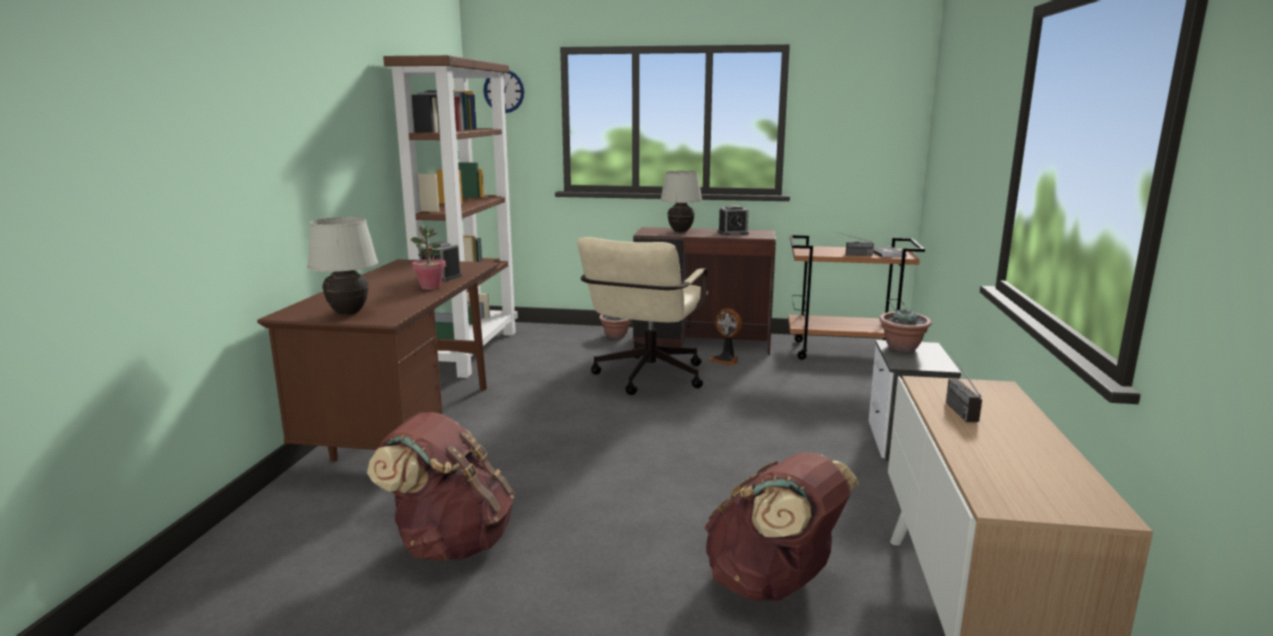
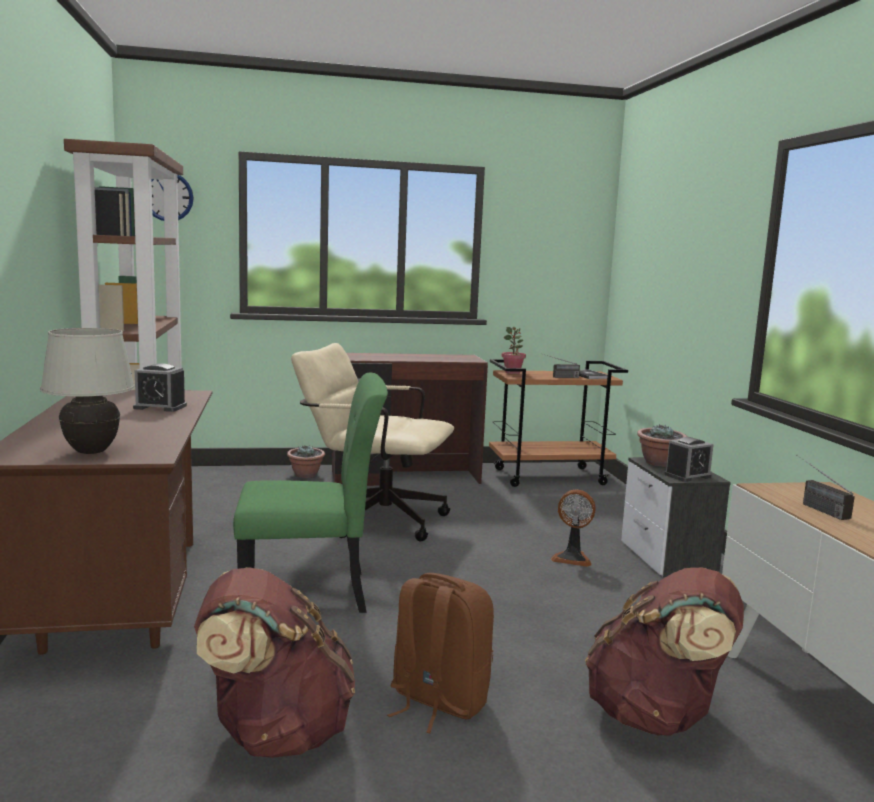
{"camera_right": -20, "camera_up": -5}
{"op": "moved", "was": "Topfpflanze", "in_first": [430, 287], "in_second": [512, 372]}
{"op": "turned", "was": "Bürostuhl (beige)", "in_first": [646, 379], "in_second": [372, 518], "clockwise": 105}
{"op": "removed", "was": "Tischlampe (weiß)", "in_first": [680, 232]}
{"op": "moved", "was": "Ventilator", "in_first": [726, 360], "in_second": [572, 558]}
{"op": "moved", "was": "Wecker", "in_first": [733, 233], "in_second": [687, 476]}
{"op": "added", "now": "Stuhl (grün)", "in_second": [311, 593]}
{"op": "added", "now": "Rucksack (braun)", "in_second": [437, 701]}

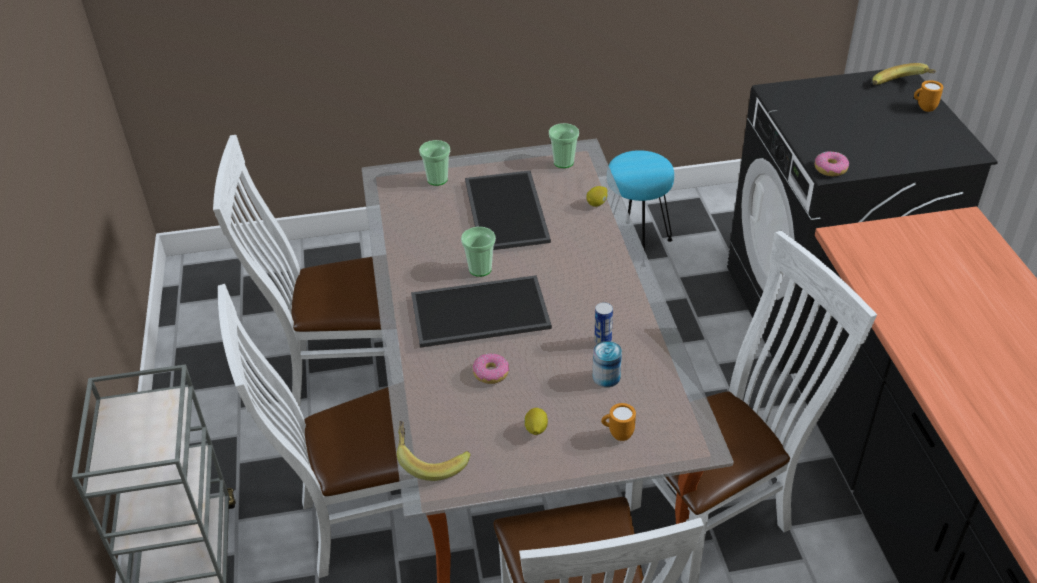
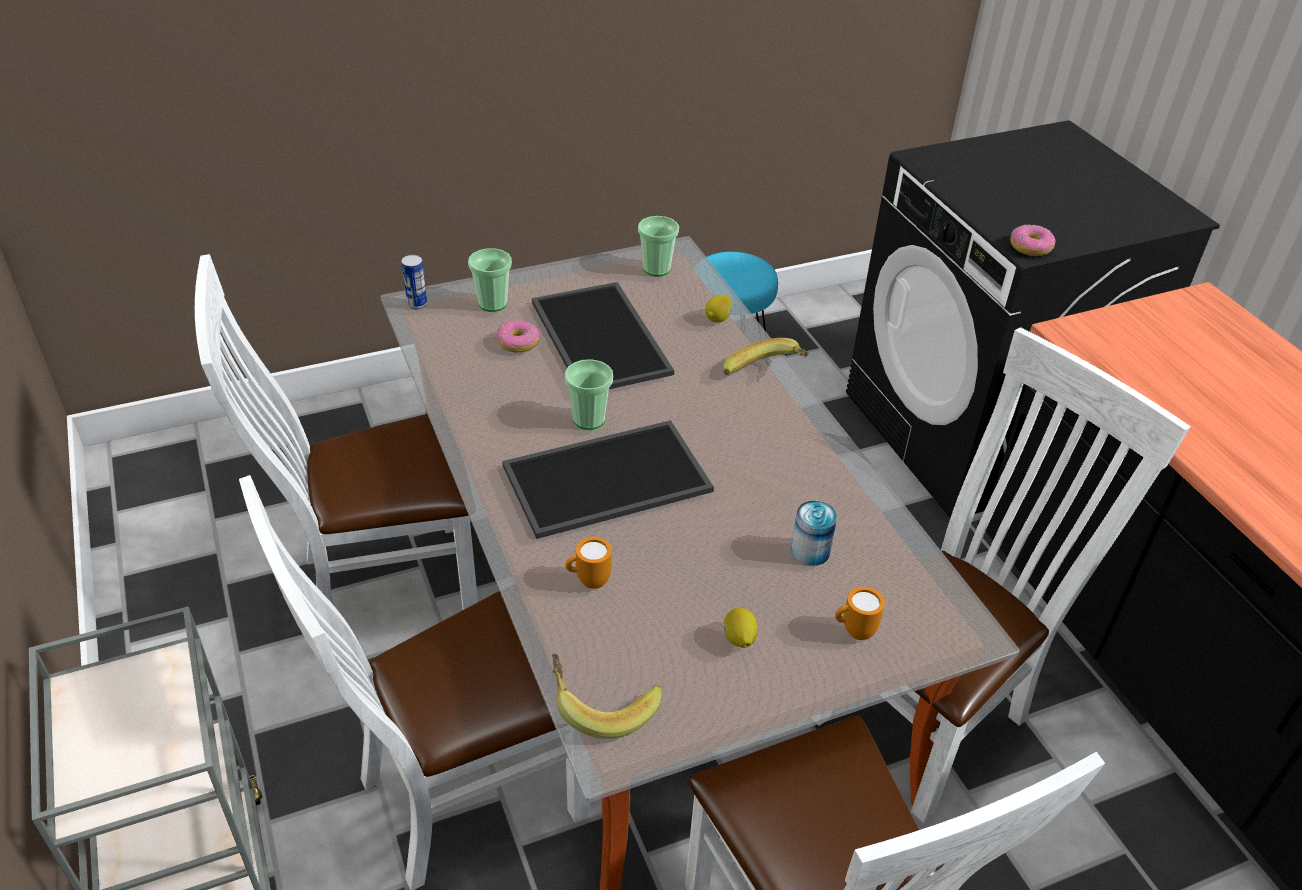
{"camera_right": -15, "camera_up": 0}
{"op": "moved", "was": "Donut", "in_first": [491, 373], "in_second": [518, 343]}
{"op": "moved", "was": "Dose", "in_first": [602, 341], "in_second": [417, 304]}
{"op": "moved", "was": "Banane", "in_first": [902, 87], "in_second": [765, 375]}
{"op": "moved", "was": "Henkelbecher (orange)", "in_first": [923, 108], "in_second": [588, 581]}

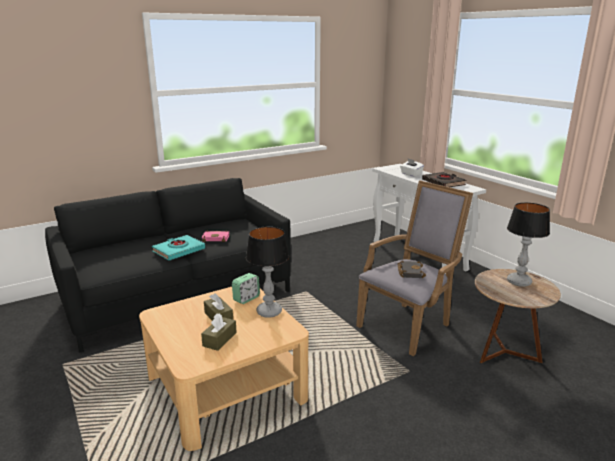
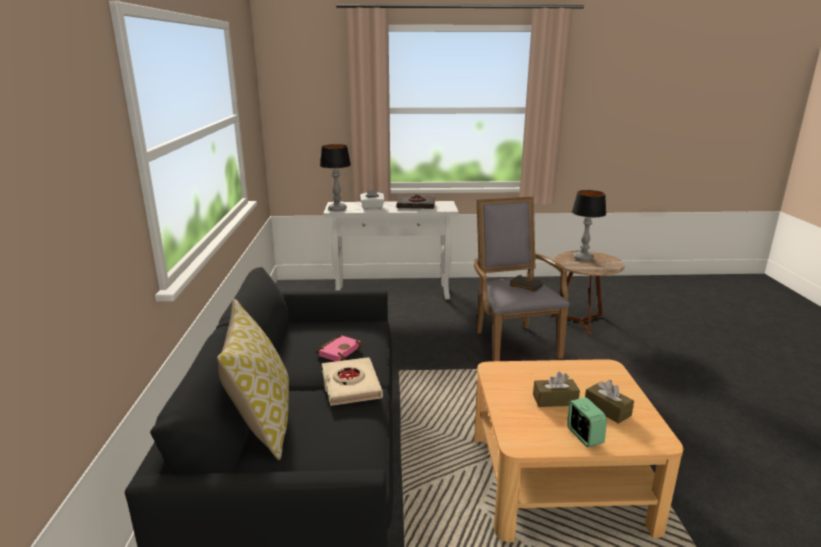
{"camera_right": -60, "camera_up": 0}
{"op": "recoloured", "was": "Buch (türkis)", "now": "Buch (beige)", "in_first": [178, 251], "in_second": [350, 385]}
{"op": "moved", "was": "Wecker", "in_first": [246, 299], "in_second": [584, 436]}
{"op": "moved", "was": "Tischlampe", "in_first": [269, 312], "in_second": [338, 209]}
{"op": "added", "now": "Kissen", "in_second": [262, 423]}

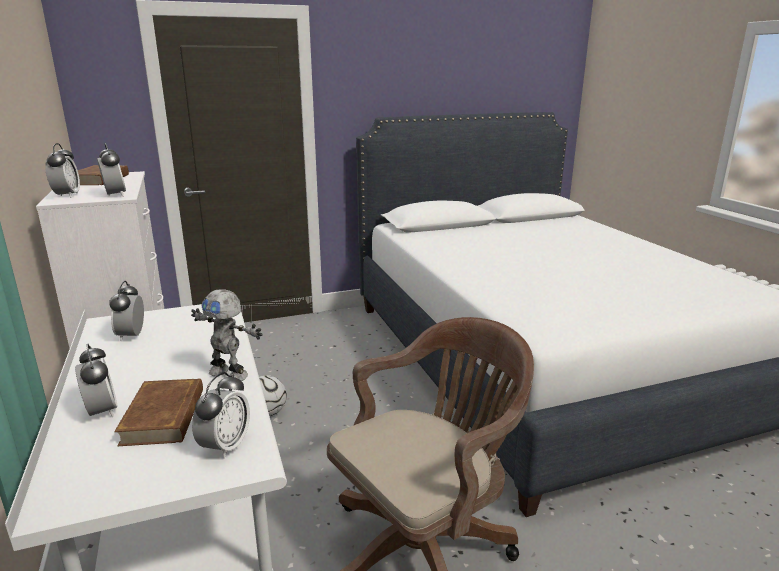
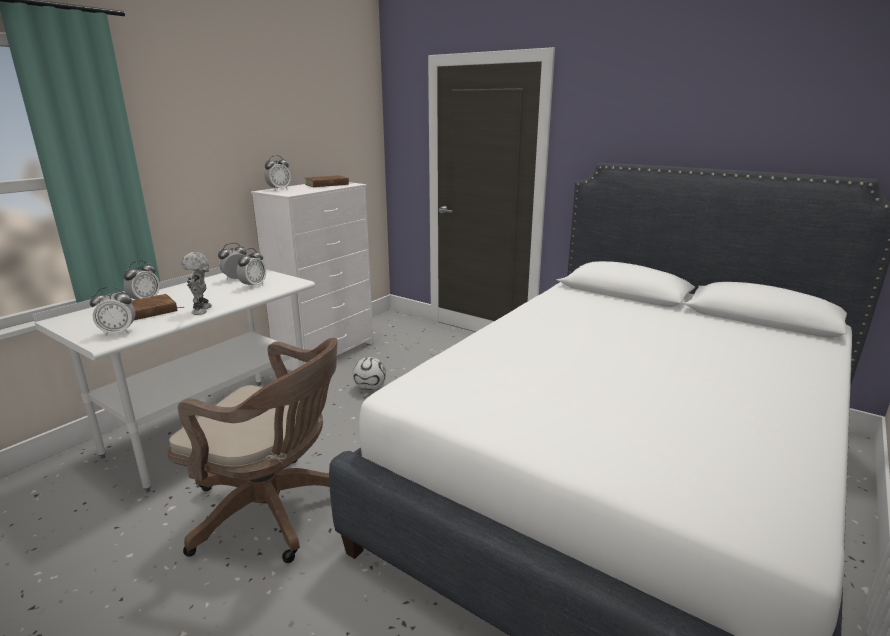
{"camera_right": 55, "camera_up": 0}
{"op": "moved", "was": "Wecker", "in_first": [115, 195], "in_second": [253, 285]}

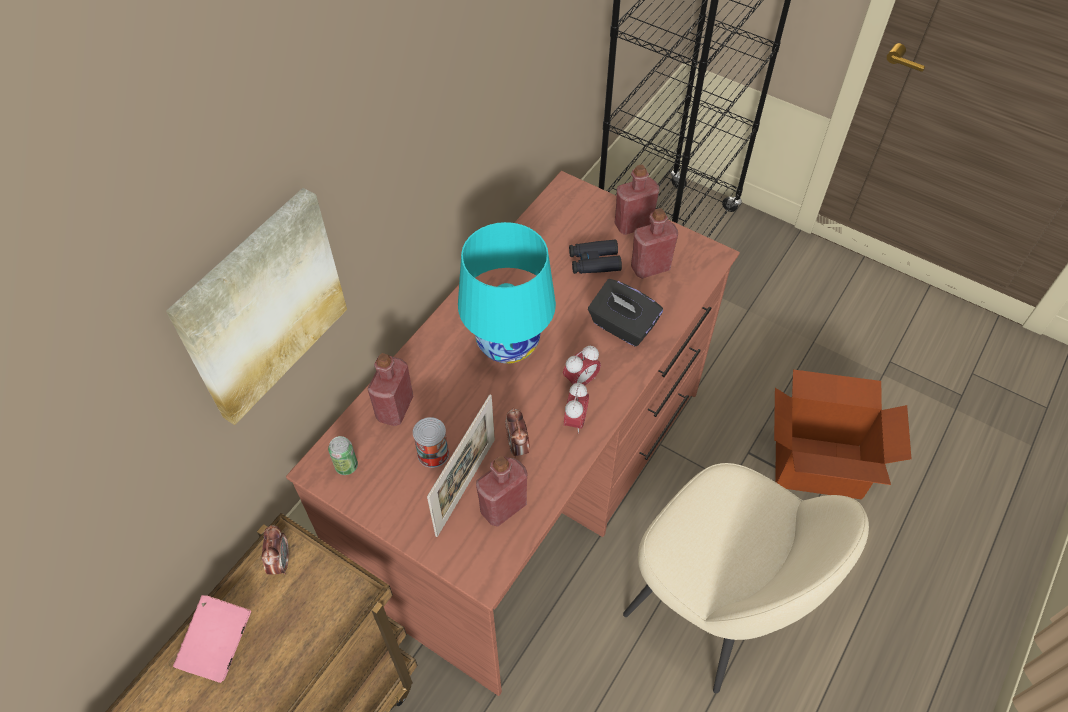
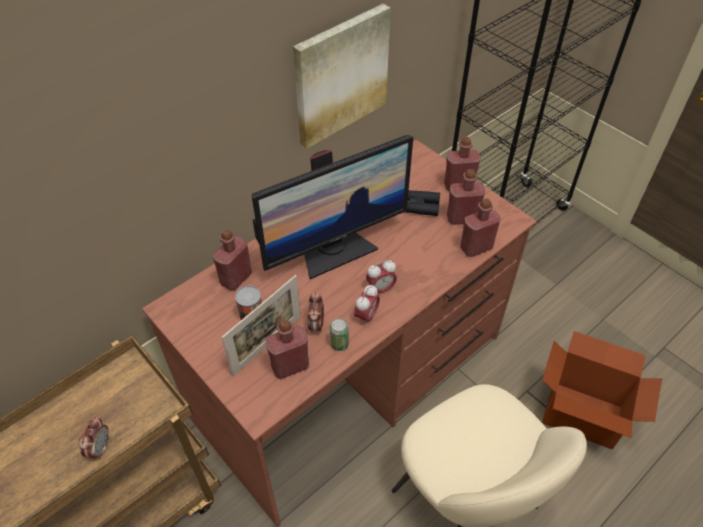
{"camera_right": 15, "camera_up": -5}
{"op": "moved", "was": "Bild", "in_first": [261, 306], "in_second": [340, 75]}
{"op": "removed", "was": "Buch (rosa)", "in_first": [218, 644]}
{"op": "moved", "was": "Wecker", "in_first": [280, 562], "in_second": [100, 448]}
{"op": "moved", "was": "Dose", "in_first": [346, 466], "in_second": [339, 344]}
{"op": "replaced", "was": "Tischlampe (türkis)", "now": "Monitor", "in_first": [508, 344], "in_second": [334, 251]}
{"op": "removed", "was": "Taschentuchbox (schwarz)", "in_first": [622, 326]}
{"op": "added", "now": "Flasche (rot)", "in_second": [476, 247]}

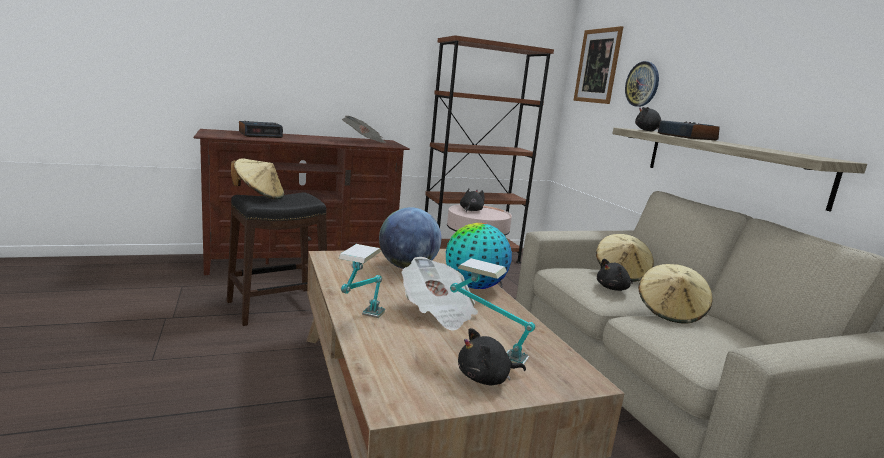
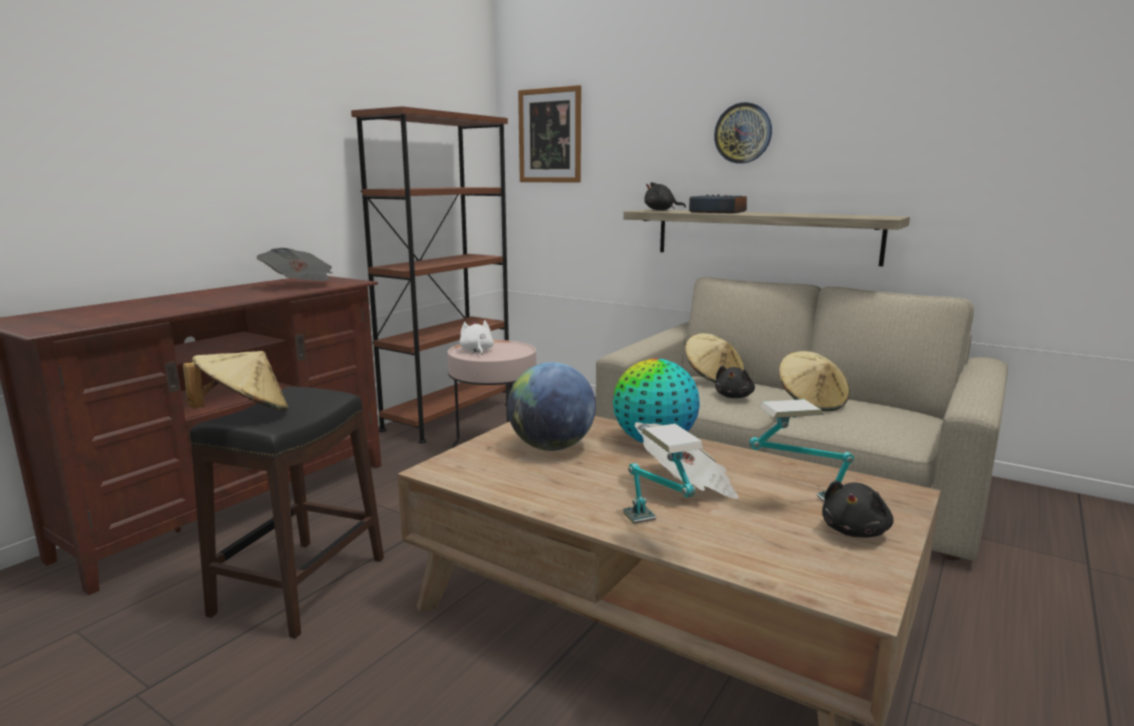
{"camera_right": -35, "camera_up": 0}
{"op": "removed", "was": "Wecker", "in_first": [261, 135]}
{"op": "recoloured", "was": "Plüschtier (schwarz)", "now": "Plüschtier (weiß)", "in_first": [470, 210], "in_second": [476, 351]}
{"op": "moved", "was": "Wanduhr", "in_first": [642, 84], "in_second": [743, 133]}

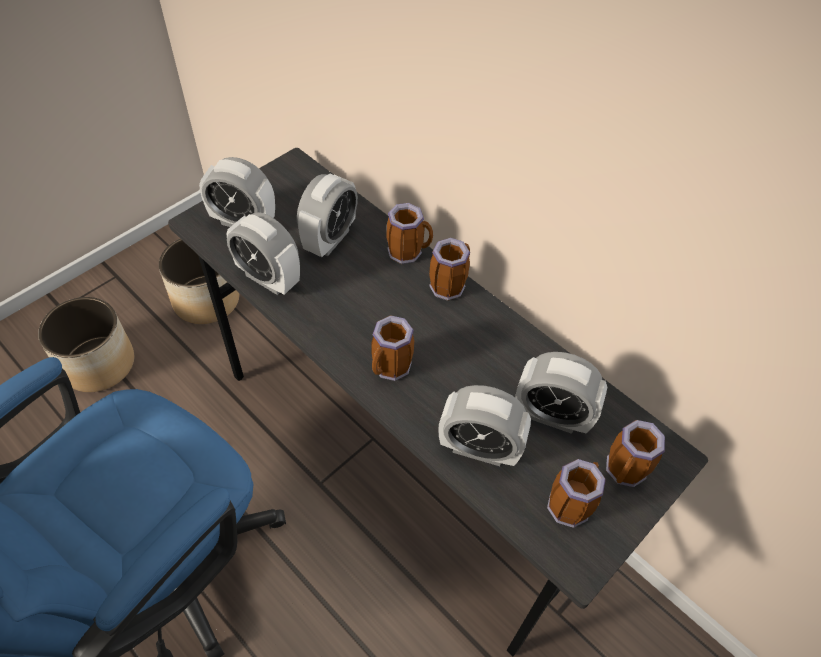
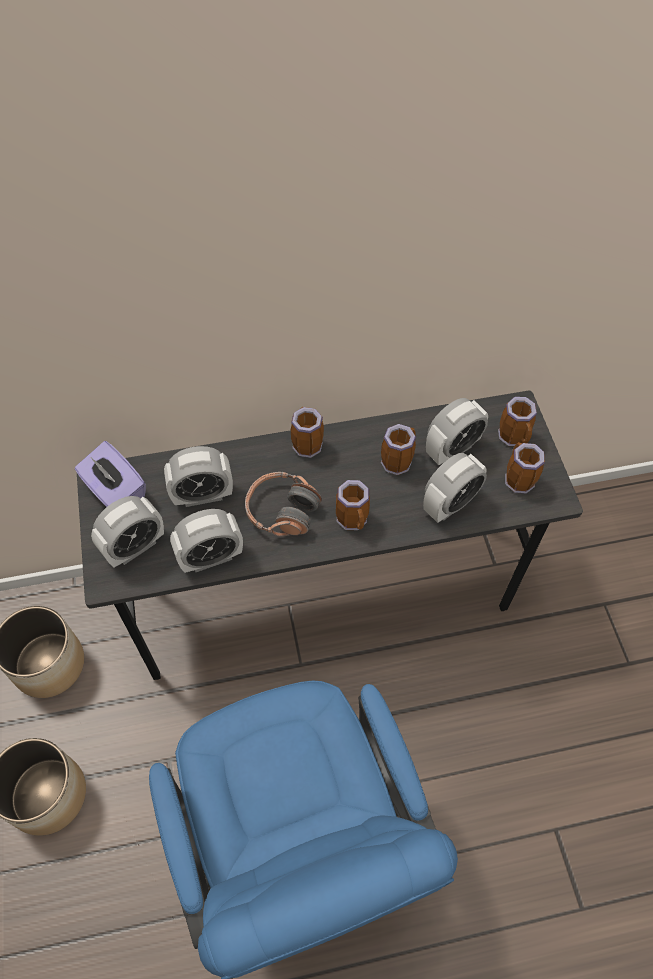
{"camera_right": -55, "camera_up": 5}
{"op": "turned", "was": "Wecker", "in_first": [330, 239], "in_second": [202, 495], "clockwise": 105}
{"op": "moved", "was": "Henkelbecher", "in_first": [408, 252], "in_second": [397, 460]}
{"op": "added", "now": "Taschentuchbox (lila)", "in_second": [115, 491]}
{"op": "added", "now": "Kopfhörer", "in_second": [282, 511]}

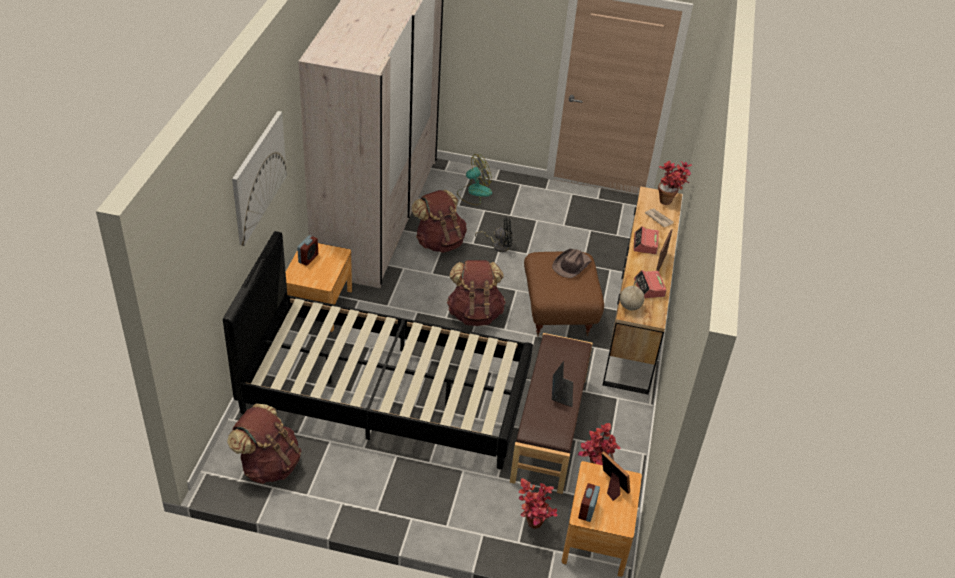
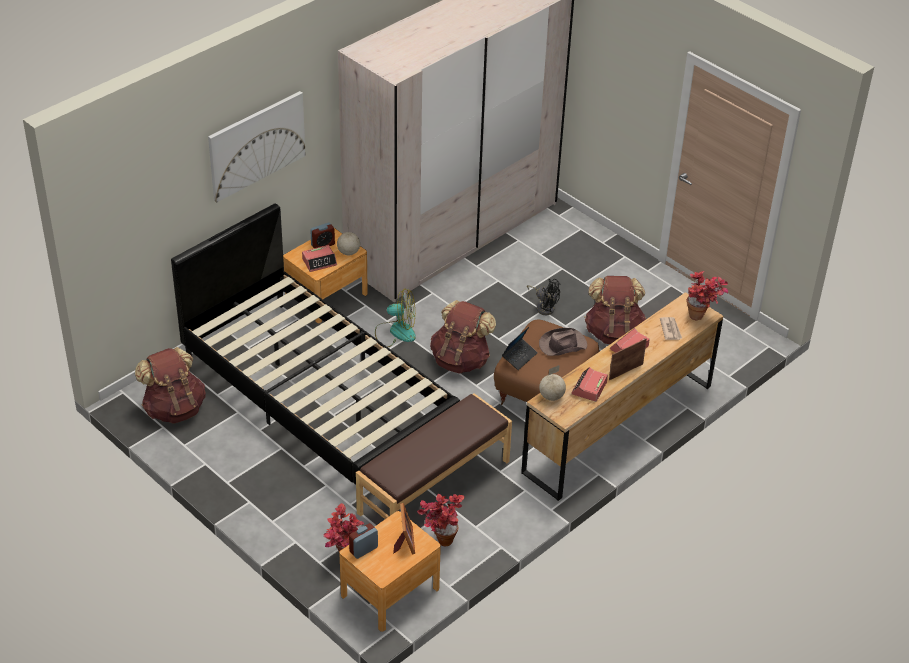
{"camera_right": 35, "camera_up": 0}
{"op": "moved", "was": "Rucksack (braun)", "in_first": [439, 242], "in_second": [613, 332]}
{"op": "moved", "was": "Ventilator", "in_first": [474, 192], "in_second": [396, 332]}
{"op": "moved", "was": "Laptop", "in_first": [562, 393], "in_second": [519, 357]}
{"op": "added", "now": "Wecker", "in_second": [319, 262]}
{"op": "added", "now": "Globus", "in_second": [348, 253]}

